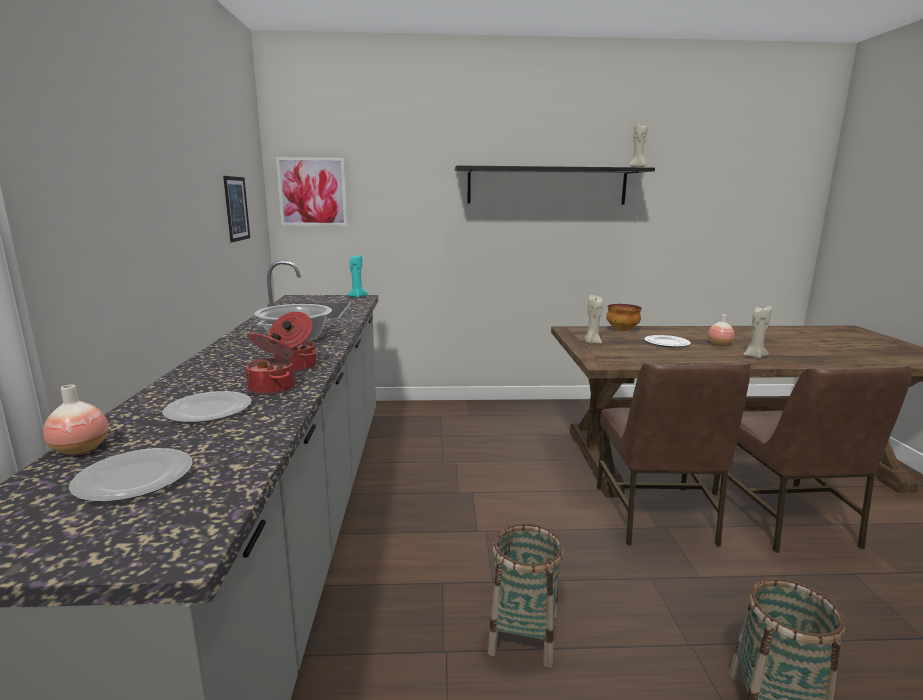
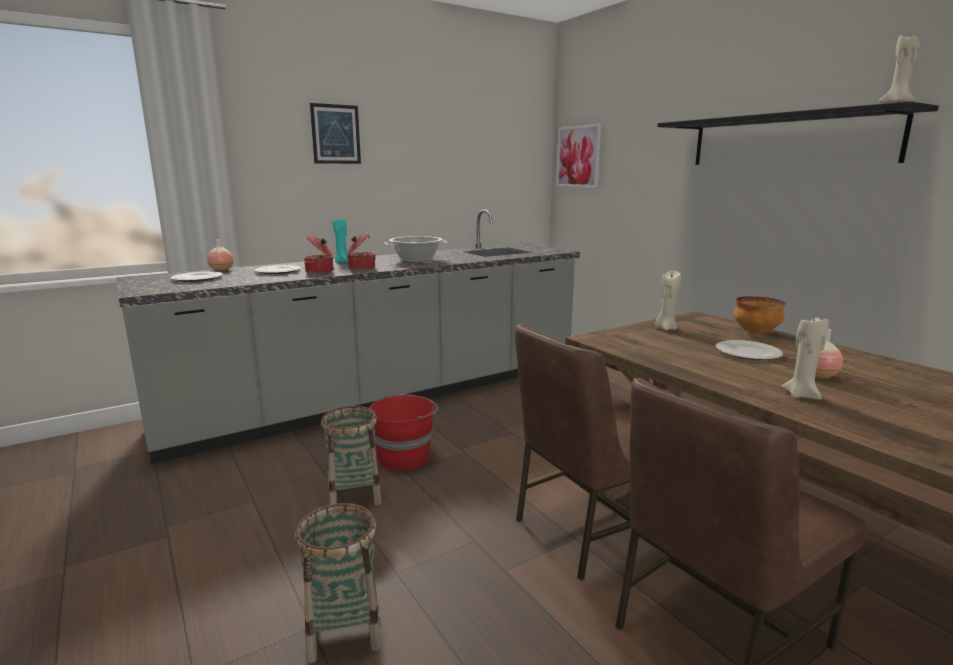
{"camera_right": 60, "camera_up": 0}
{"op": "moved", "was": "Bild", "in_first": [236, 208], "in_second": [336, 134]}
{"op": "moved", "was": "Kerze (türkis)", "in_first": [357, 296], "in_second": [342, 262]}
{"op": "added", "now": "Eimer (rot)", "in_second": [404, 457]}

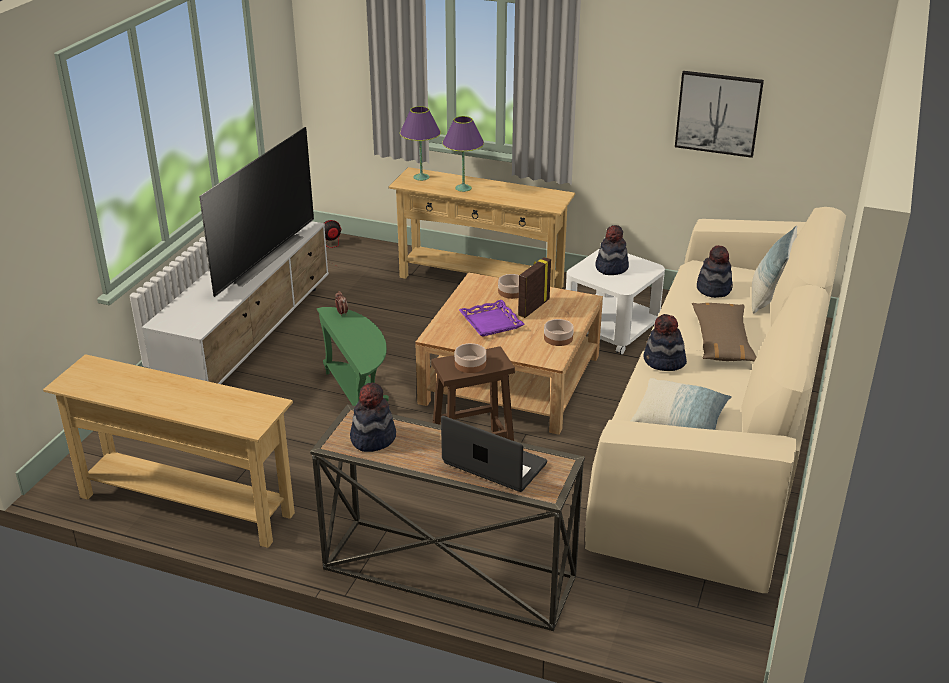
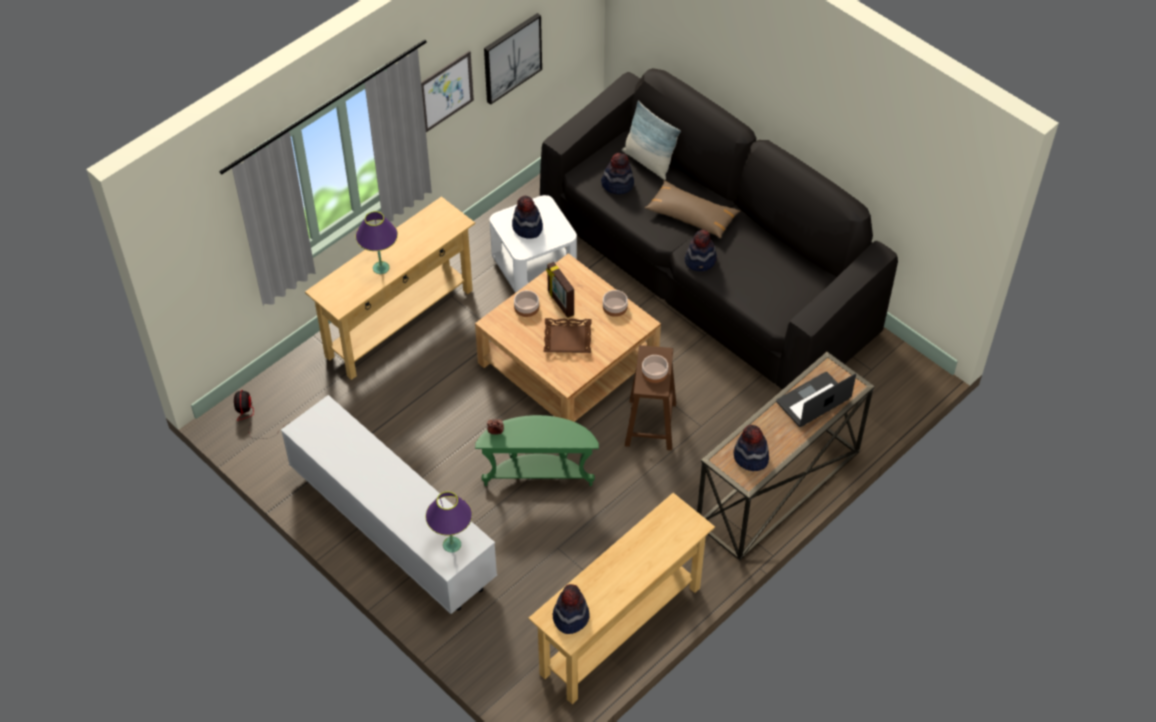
{"camera_right": -65, "camera_up": 20}
{"op": "removed", "was": "Fernseher", "in_first": [260, 258]}
{"op": "moved", "was": "Tischlampe (lila)", "in_first": [421, 177], "in_second": [451, 544]}
{"op": "recoloured", "was": "Tablett (lila)", "now": "Tablett (braun)", "in_first": [490, 323], "in_second": [567, 339]}
{"op": "recoloured", "was": "Sofa (beige)", "now": "Sofa (schwarz)", "in_first": [718, 433], "in_second": [707, 271]}
{"op": "removed", "was": "Kissen", "in_first": [679, 423]}
{"op": "added", "now": "Bild", "in_second": [446, 91]}
{"op": "added", "now": "Hut", "in_second": [570, 617]}

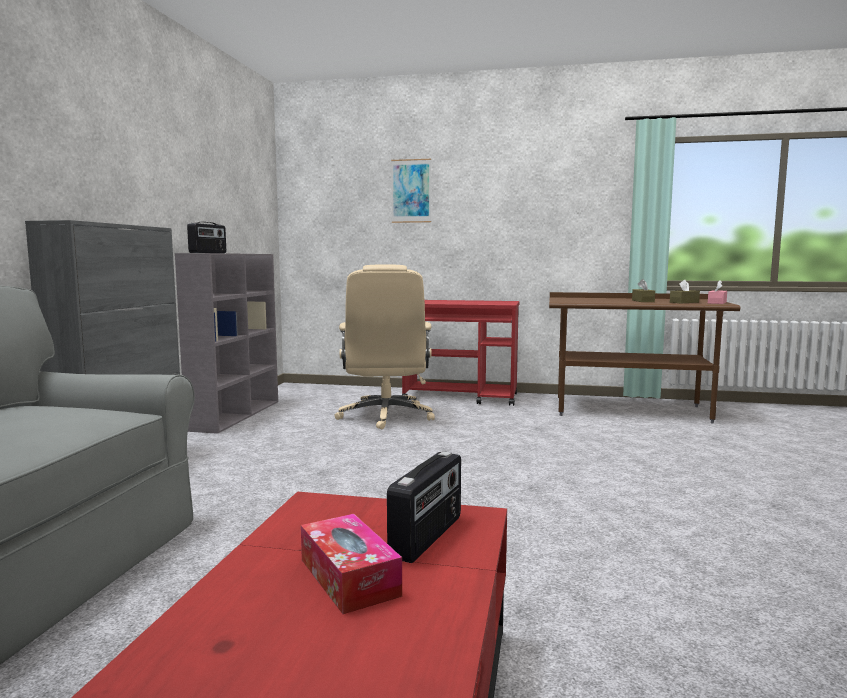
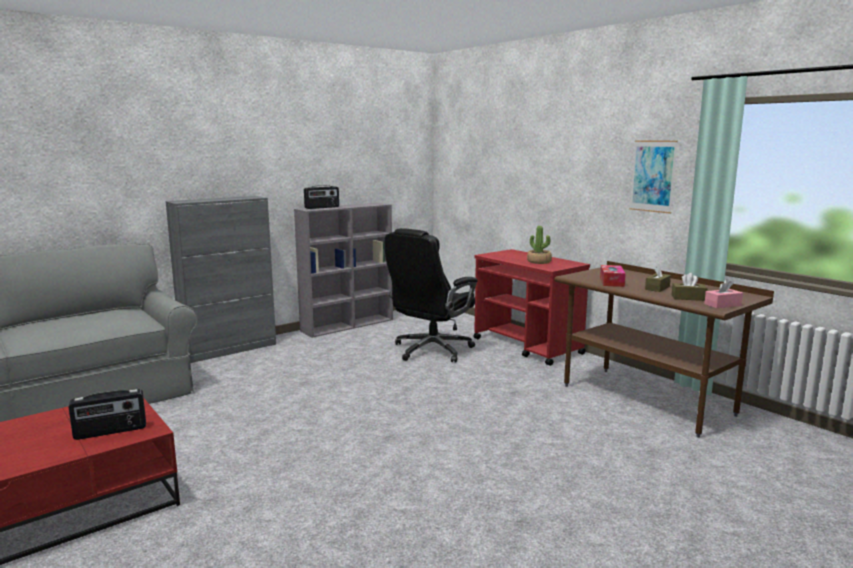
{"camera_right": 40, "camera_up": 5}
{"op": "moved", "was": "Taschentuchbox", "in_first": [349, 577], "in_second": [611, 281]}
{"op": "recoloured", "was": "Bürostuhl (beige)", "now": "Bürostuhl (schwarz)", "in_first": [386, 416], "in_second": [431, 350]}
{"op": "moved", "was": "Bild", "in_first": [411, 191], "in_second": [653, 176]}
{"op": "added", "now": "Topfpflanze", "in_second": [539, 262]}

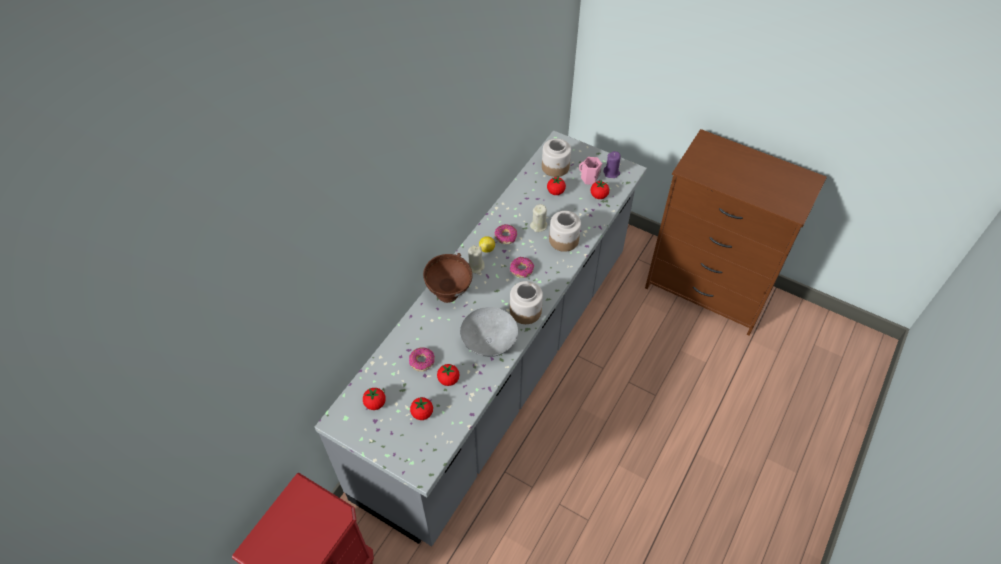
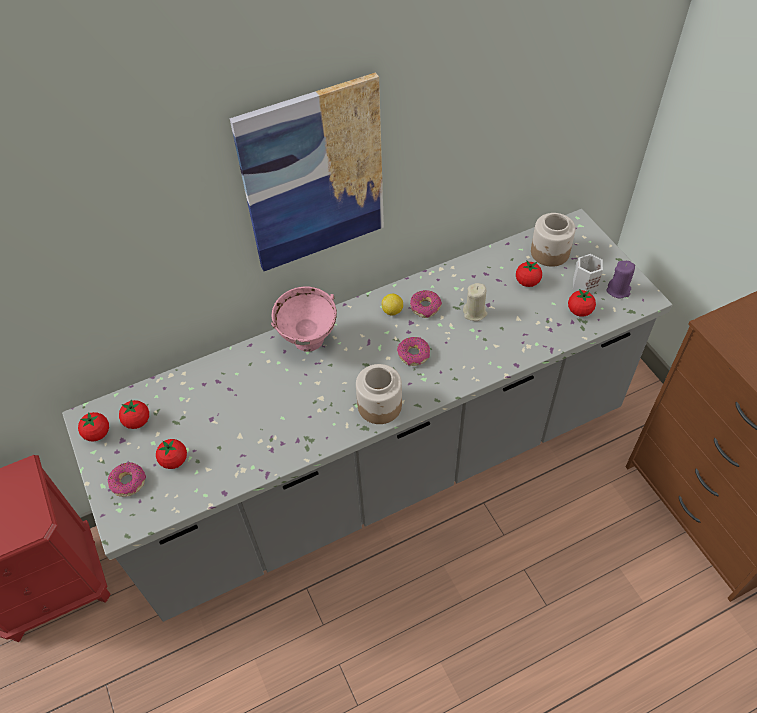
{"camera_right": 35, "camera_up": 0}
{"op": "moved", "was": "Donut", "in_first": [422, 361], "in_second": [128, 482]}
{"op": "recoloured", "was": "Schüssel (braun)", "now": "Schüssel (rosa)", "in_first": [450, 295], "in_second": [309, 343]}
{"op": "moved", "was": "Tomate", "in_first": [448, 379], "in_second": [97, 433]}
{"op": "removed", "was": "Schüssel (grau)", "in_first": [490, 343]}
{"op": "removed", "was": "Kerze (beige)", "in_first": [476, 267]}
{"op": "removed", "was": "Vorratsglas", "in_first": [563, 240]}
{"op": "recoloured", "was": "Henkelbecher (rosa)", "now": "Henkelbecher (weiß)", "in_first": [589, 178], "in_second": [583, 284]}
{"op": "added", "now": "Bild", "in_second": [313, 176]}

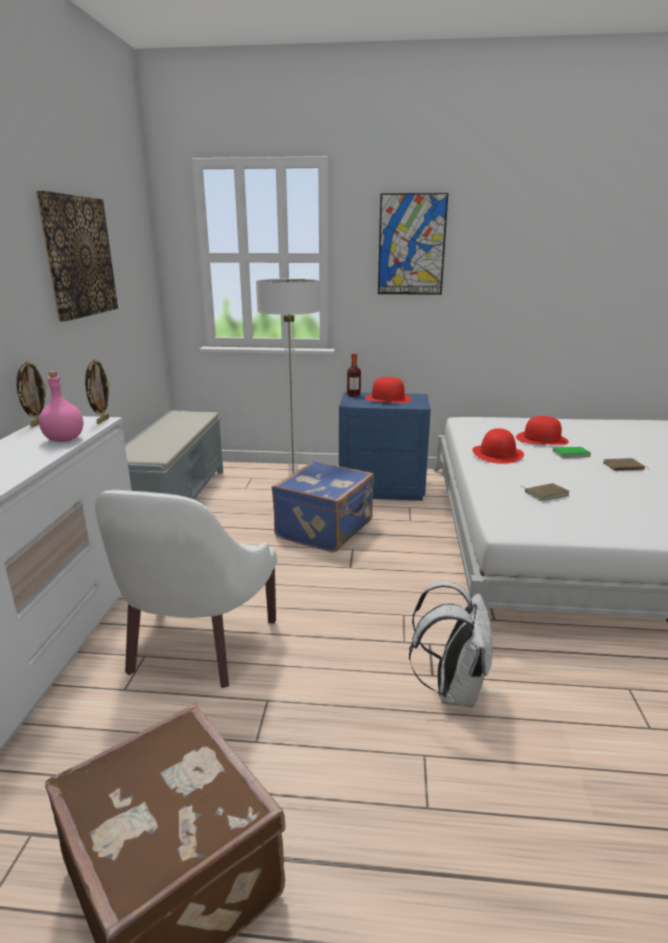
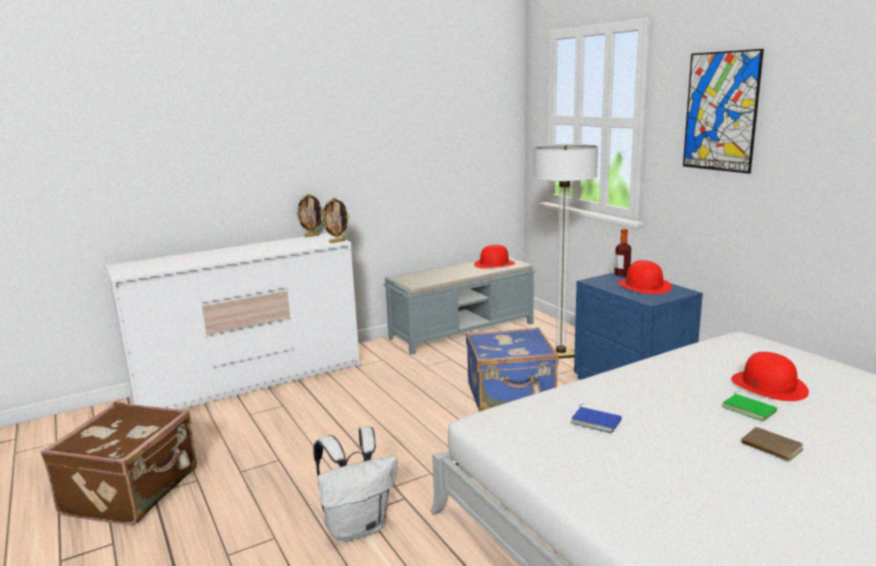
{"camera_right": 55, "camera_up": -5}
{"op": "removed", "was": "Bild", "in_first": [78, 257]}
{"op": "removed", "was": "Flasche (rosa)", "in_first": [65, 440]}
{"op": "removed", "was": "Sessel (weiß)", "in_first": [196, 645]}
{"op": "moved", "was": "Hut (rot)", "in_first": [497, 454], "in_second": [494, 264]}
{"op": "recoloured", "was": "Buch (braun)", "now": "Buch (blau)", "in_first": [545, 493], "in_second": [596, 421]}

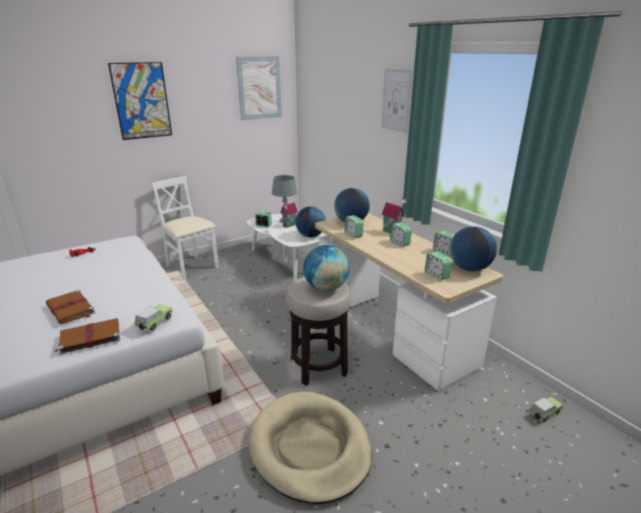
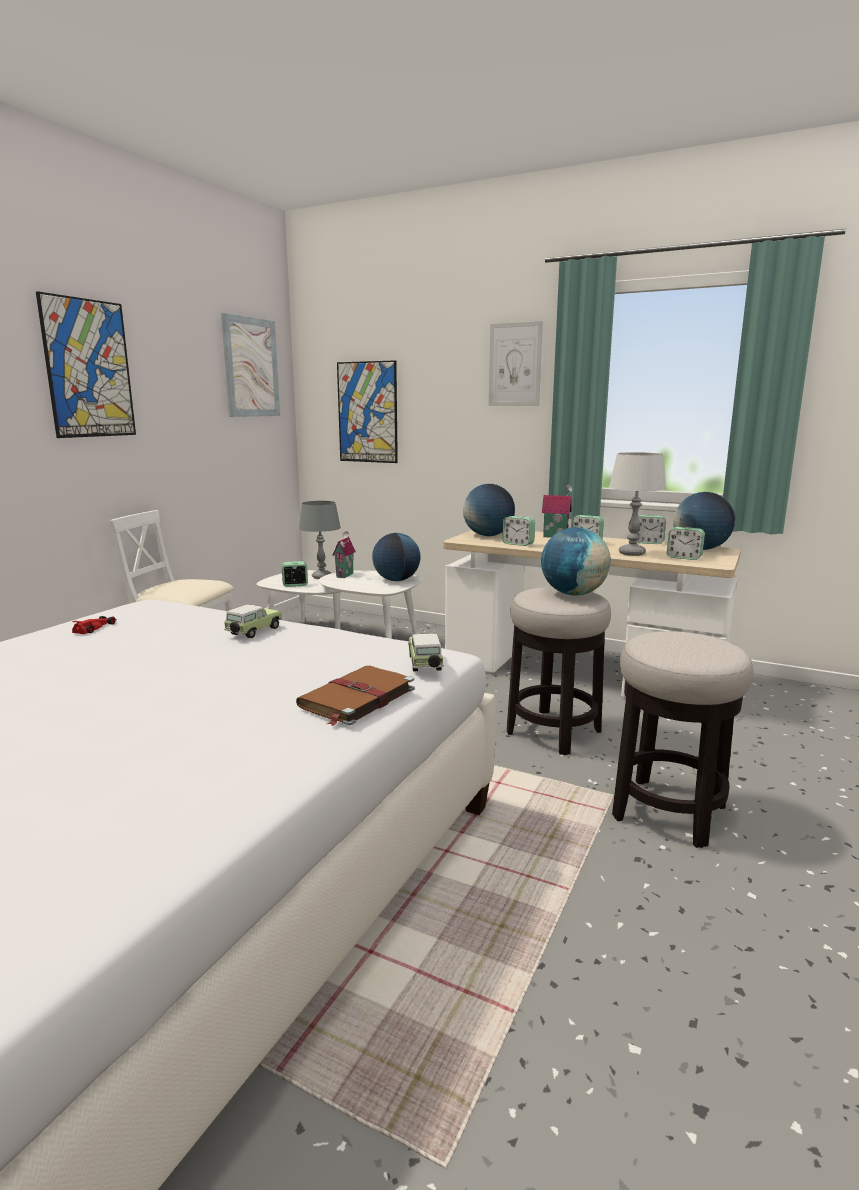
{"camera_right": -30, "camera_up": -10}
{"op": "removed", "was": "Buch (braun)", "in_first": [71, 309]}
{"op": "replaced", "was": "Hundebett (beige)", "now": "Hocker", "in_first": [309, 448], "in_second": [669, 812]}
{"op": "moved", "was": "Spielzeugauto", "in_first": [544, 413], "in_second": [253, 632]}
{"op": "added", "now": "Bild", "in_second": [367, 412]}
{"op": "added", "now": "Tischlampe (grau)", "in_second": [631, 553]}

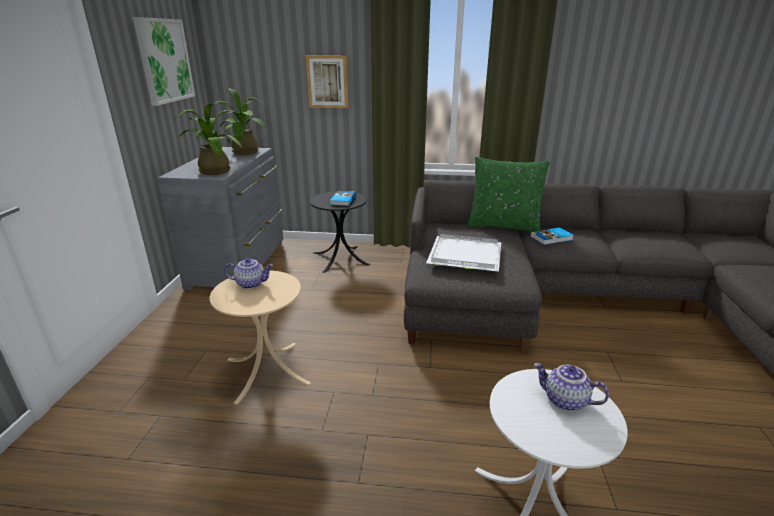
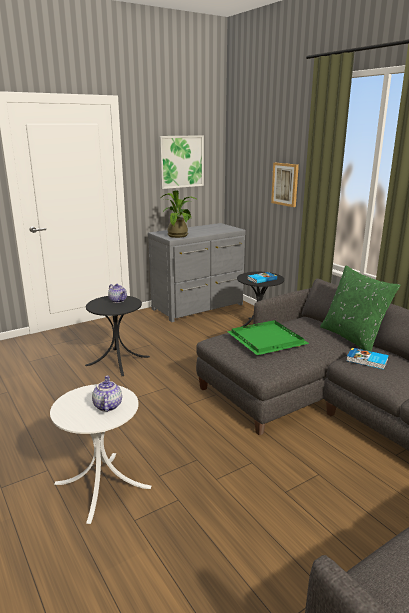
{"camera_right": 50, "camera_up": -5}
{"op": "recoloured", "was": "Beistelltisch (beige)", "now": "Beistelltisch (schwarz)", "in_first": [267, 371], "in_second": [118, 361]}
{"op": "removed", "was": "Topfpflanze", "in_first": [245, 153]}
{"op": "recoloured", "was": "Tablett (weiß)", "now": "Tablett (grün)", "in_first": [466, 255], "in_second": [268, 340]}

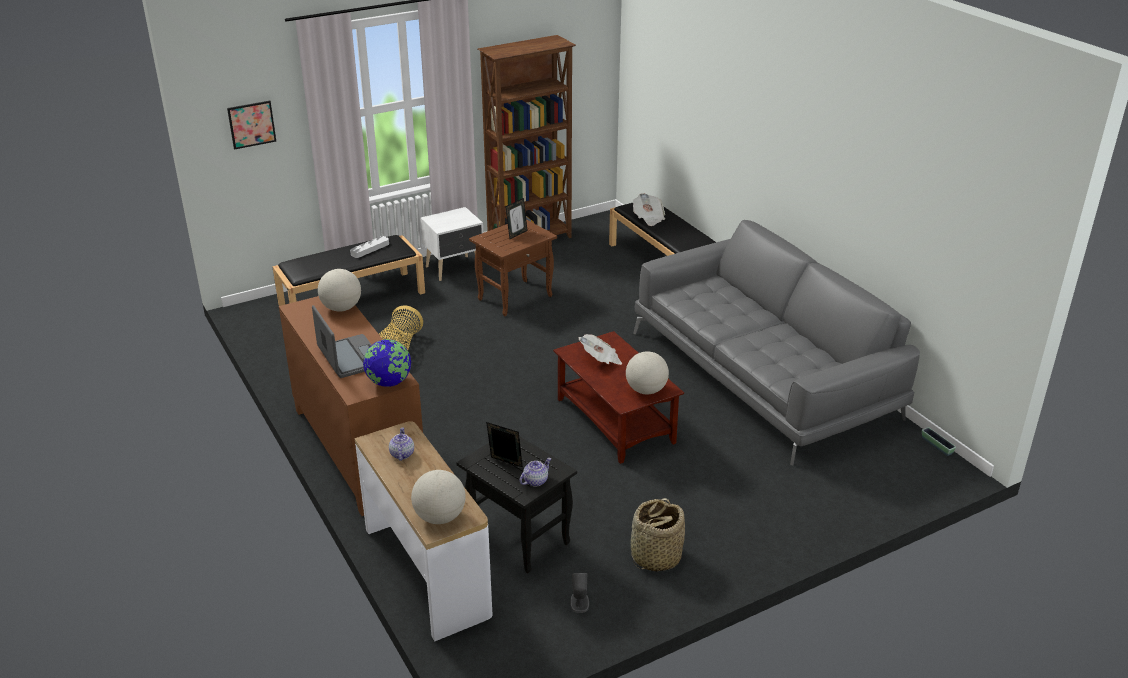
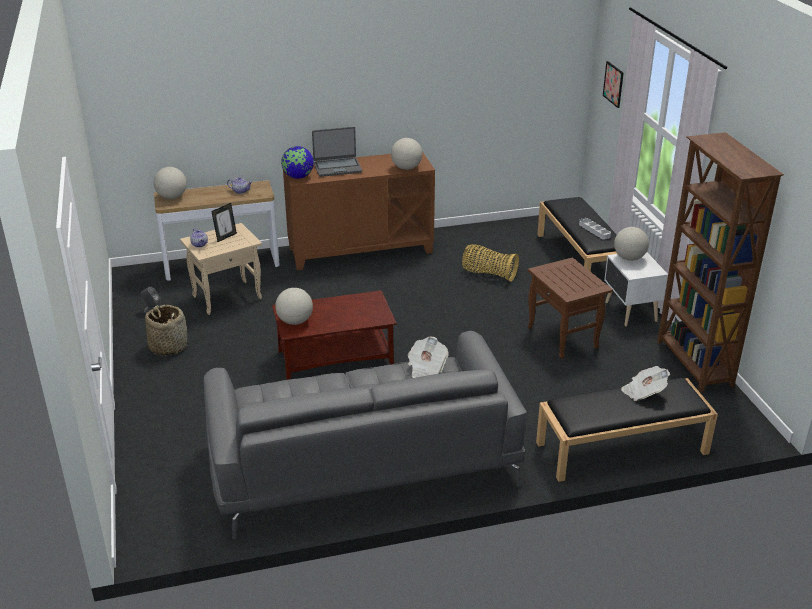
{"camera_right": 105, "camera_up": 0}
{"op": "recoloured", "was": "Beistelltisch (schwarz)", "now": "Beistelltisch (beige)", "in_first": [517, 538], "in_second": [228, 297]}
{"op": "removed", "was": "Bilderrahmen", "in_first": [517, 234]}
{"op": "moved", "was": "Zeitung", "in_first": [600, 360], "in_second": [426, 368]}
{"op": "removed", "was": "Pflanzkübel", "in_first": [937, 446]}
{"op": "added", "now": "Globus", "in_second": [629, 258]}

